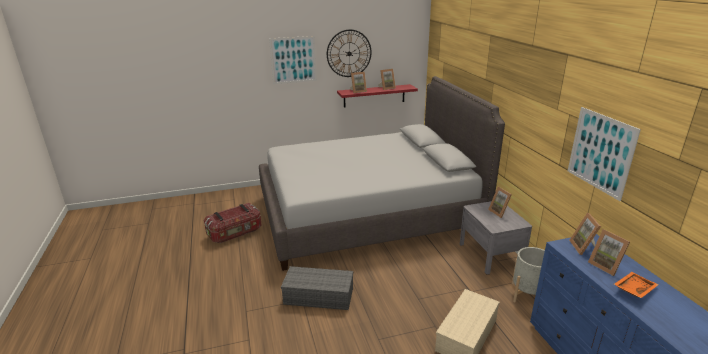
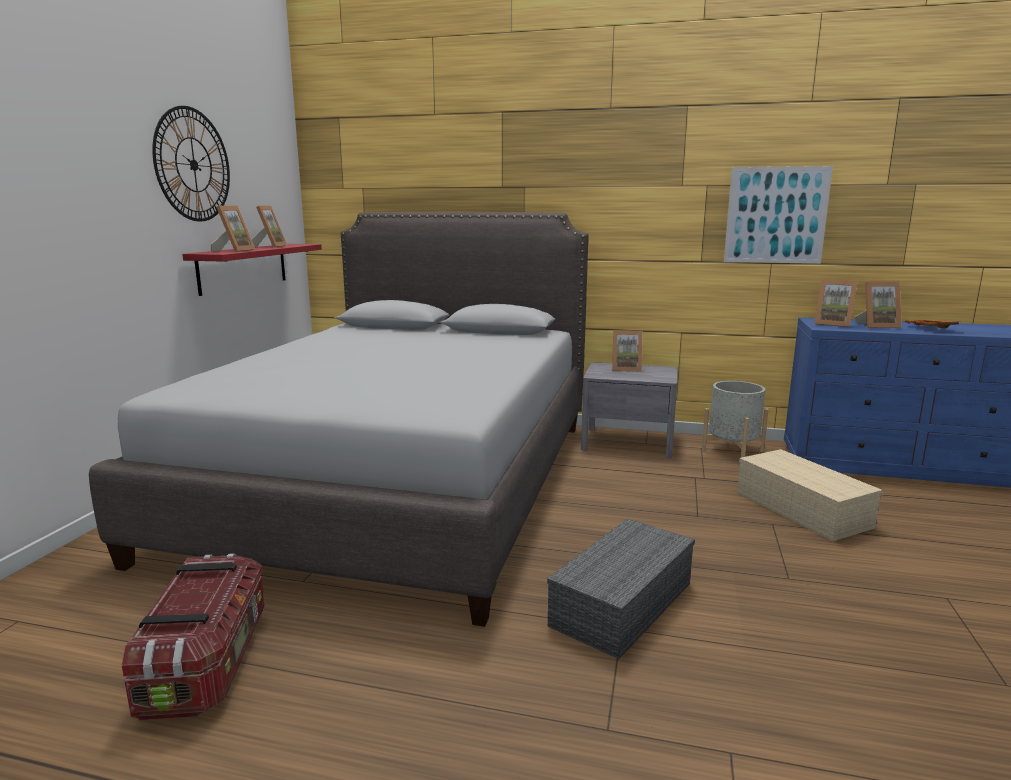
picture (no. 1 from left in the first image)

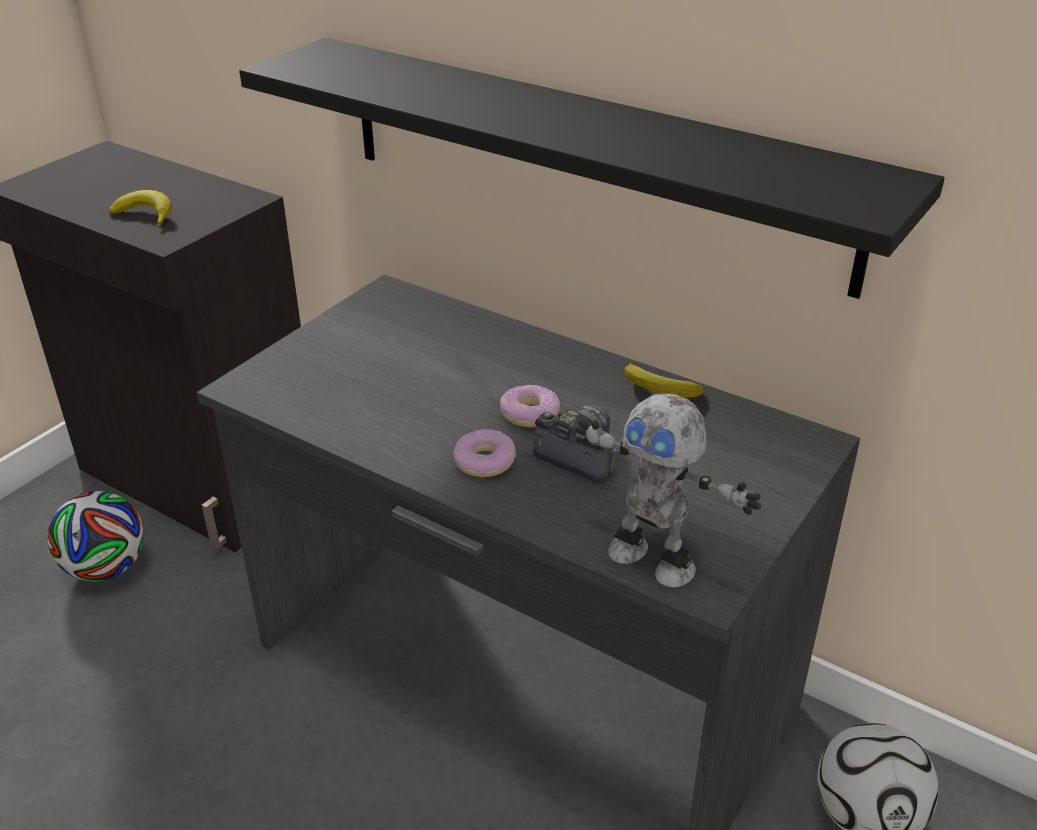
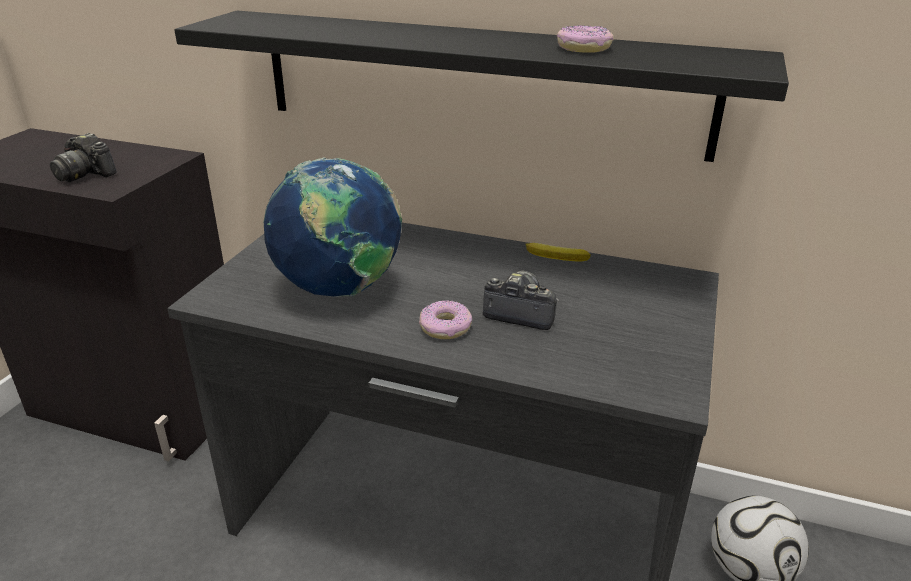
football (no. 1 from left in the first image); toy robot; globe; donut (no. 2 from left); photo camera (no. 1 from left)

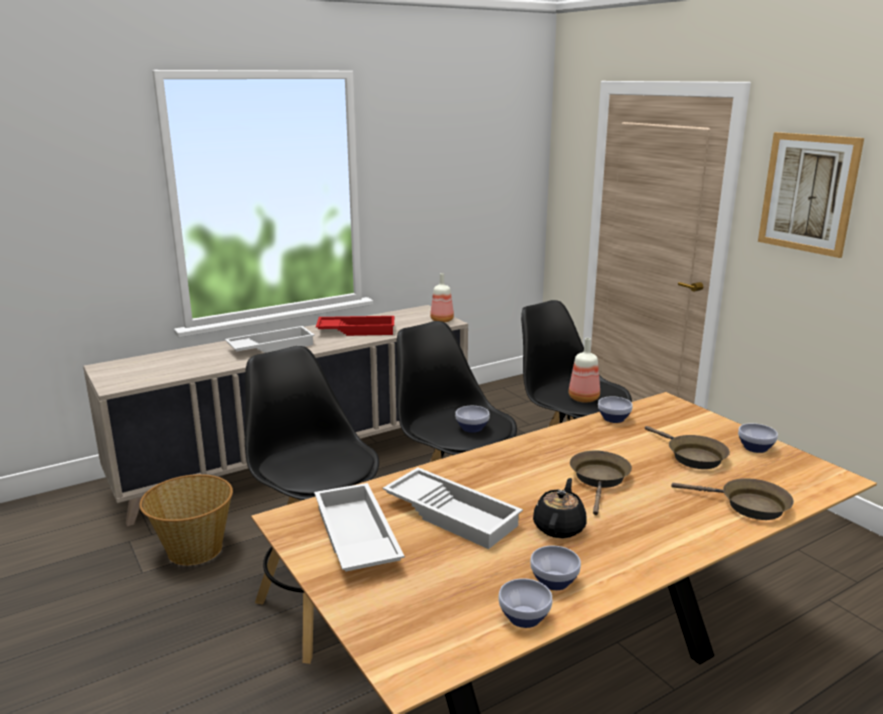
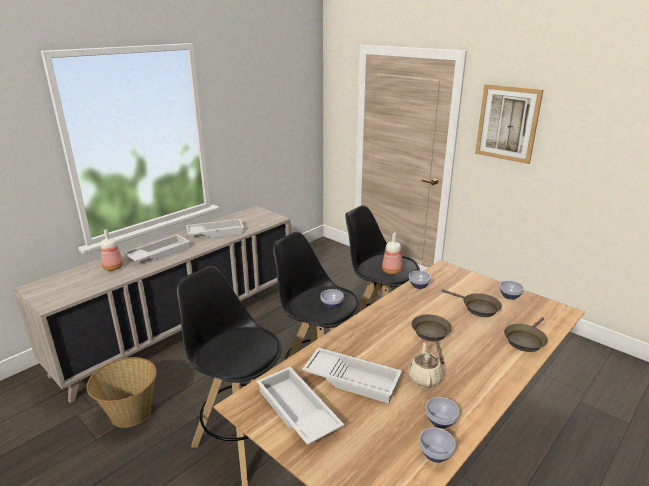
bottle (no. 1 from left); white tray (no. 2 from left); beige teapot; brown frying pan (no. 3 from left)

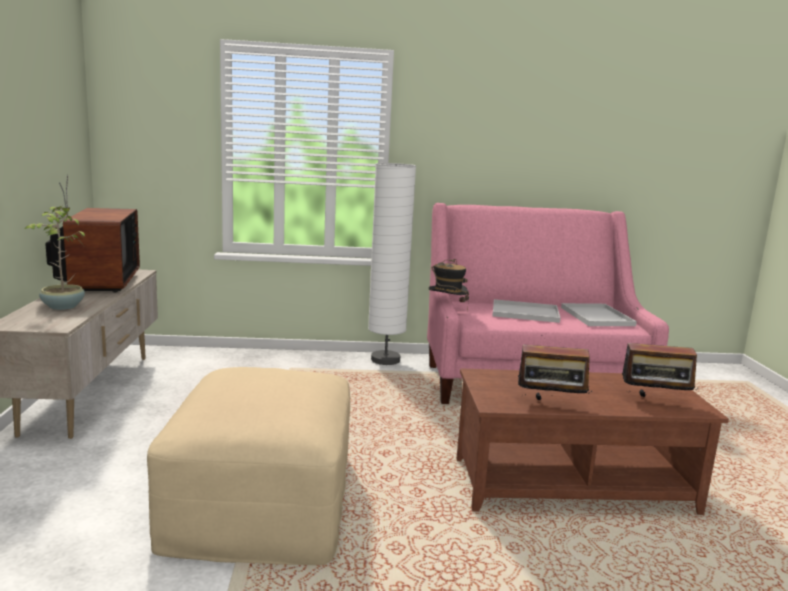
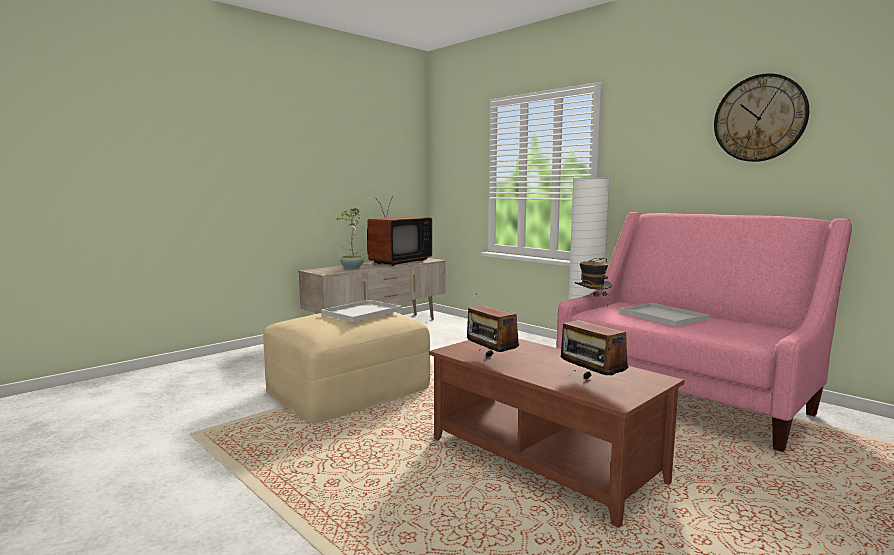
wall clock; white tray (no. 1 from left)

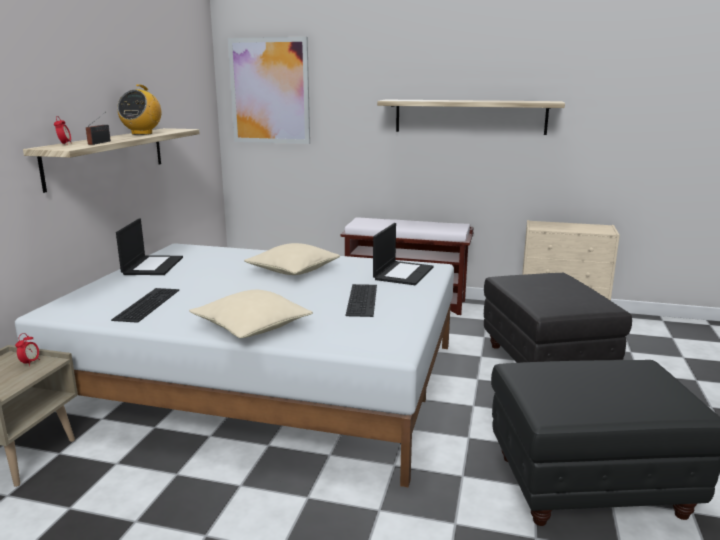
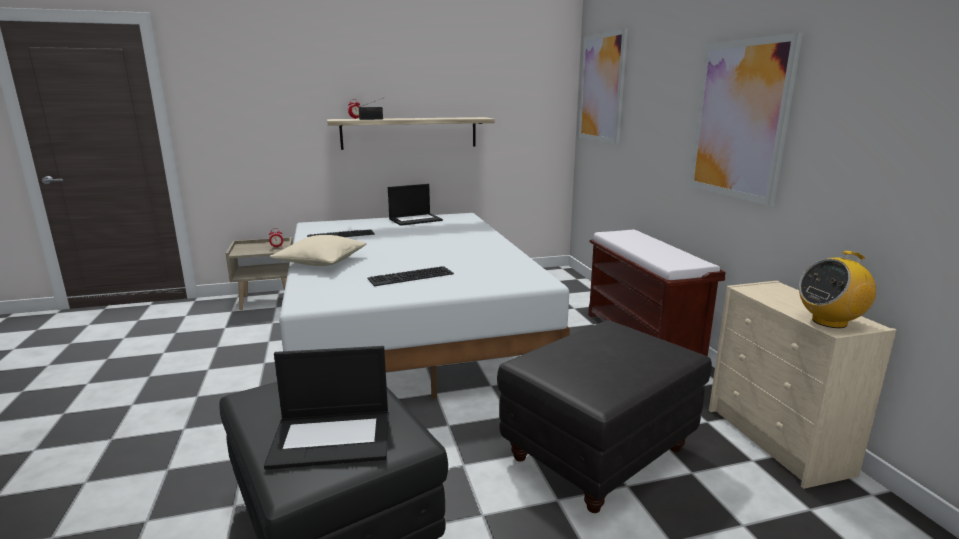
beige pillow (no. 2 from left in the first image); radio (no. 2 from left); laptop (no. 1 from left); picture (no. 2 from left)

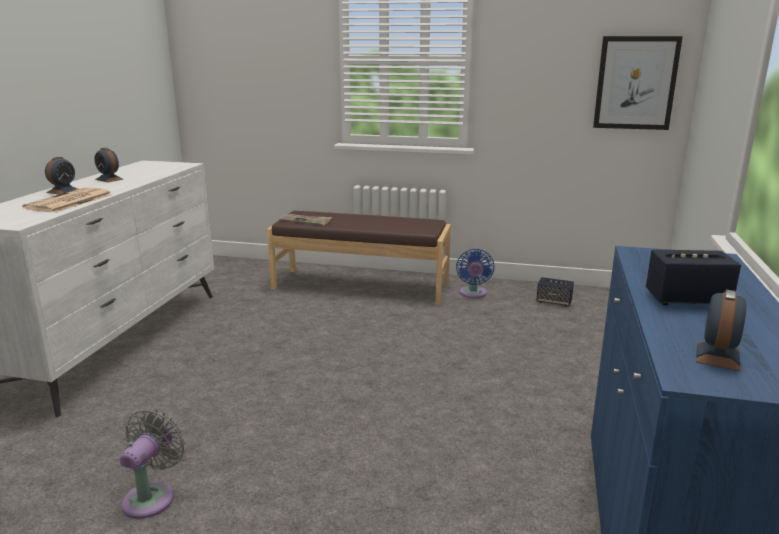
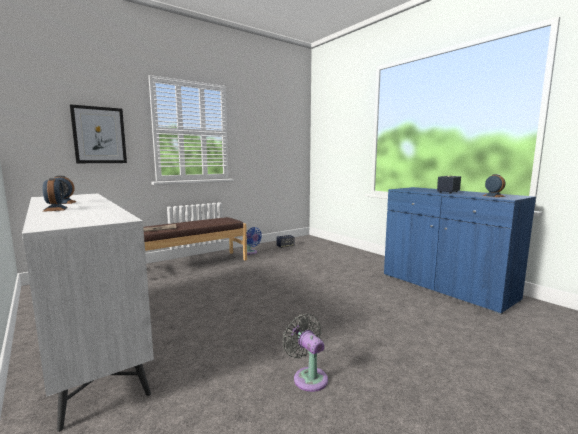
newspaper (no. 1 from left in the first image); picture

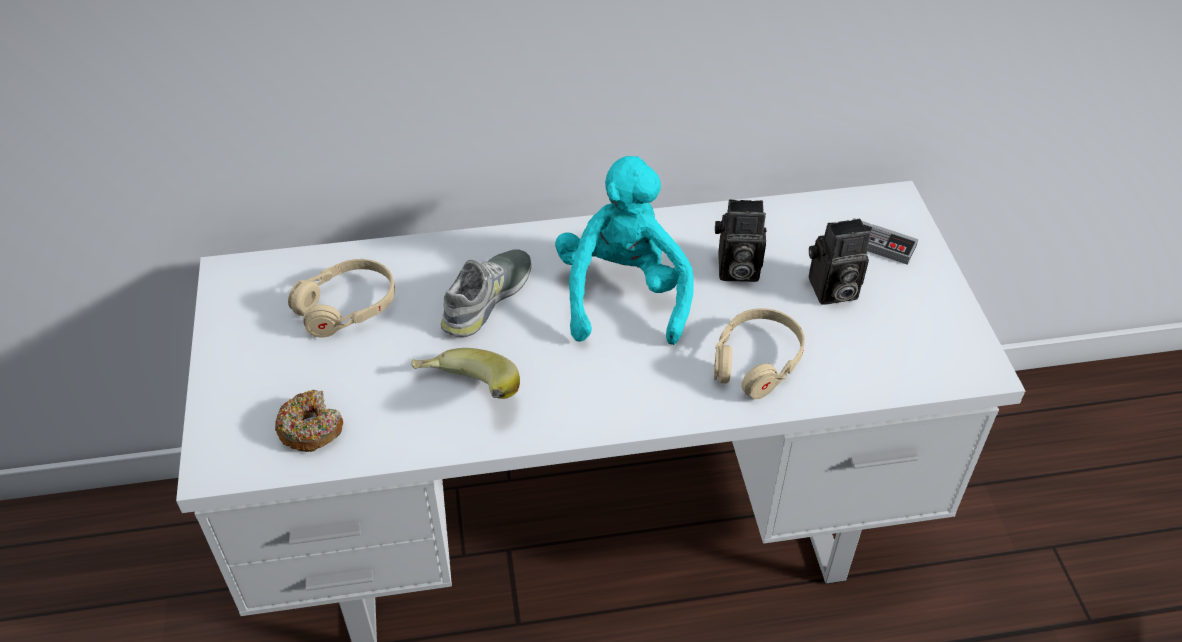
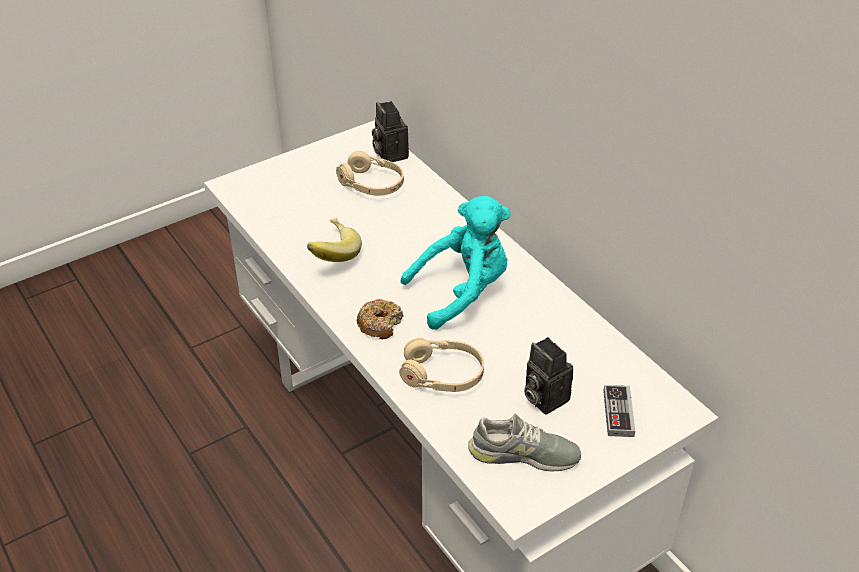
donut; grey shoe; photo camera (no. 1 from left)

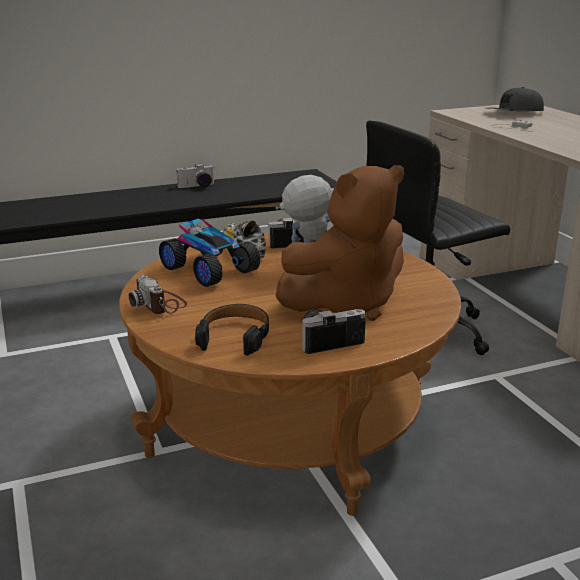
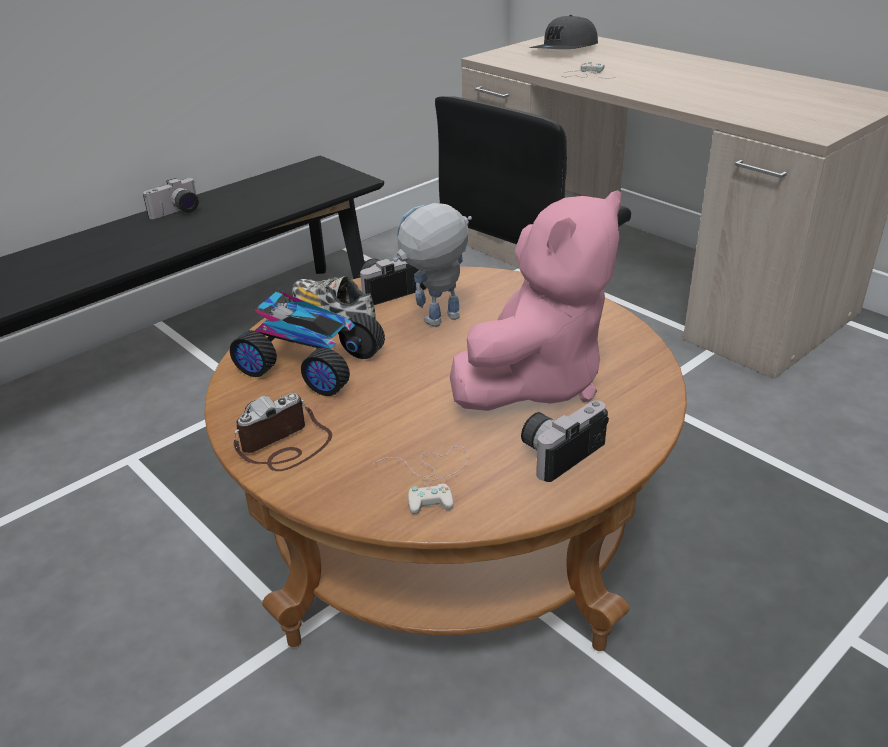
white game controller (no. 1 from left); pink plush toy; photo camera (no. 2 from left)

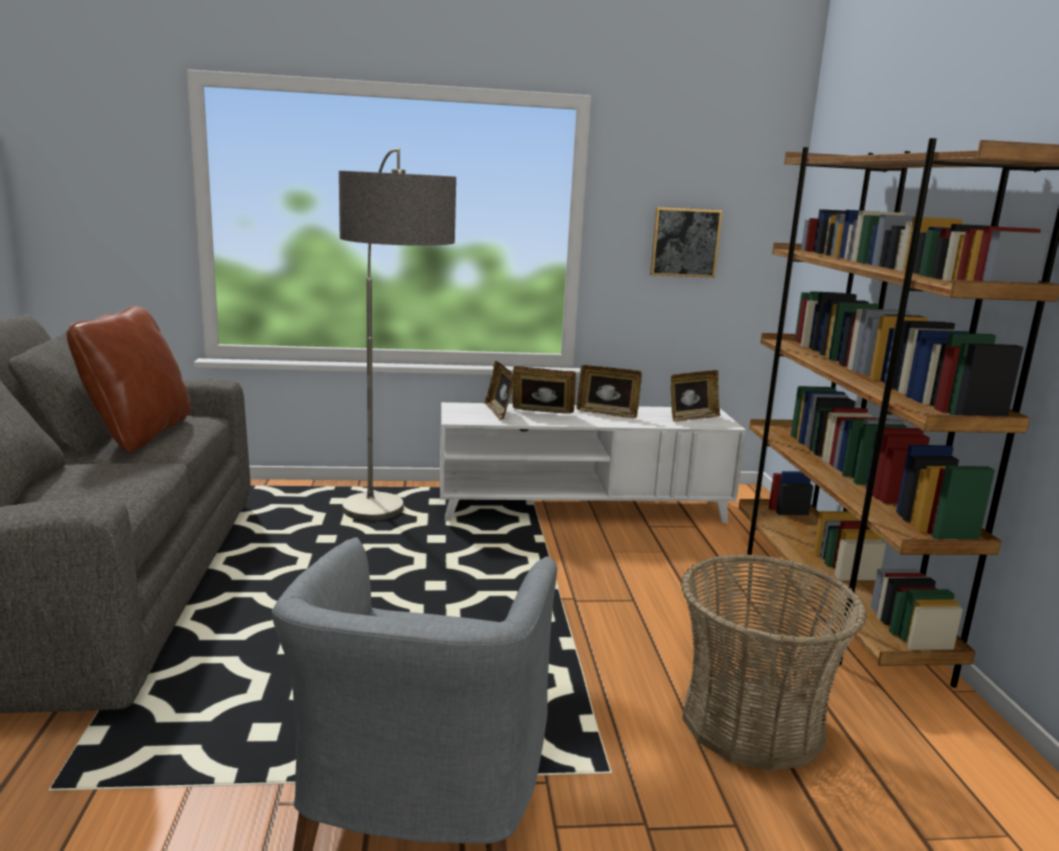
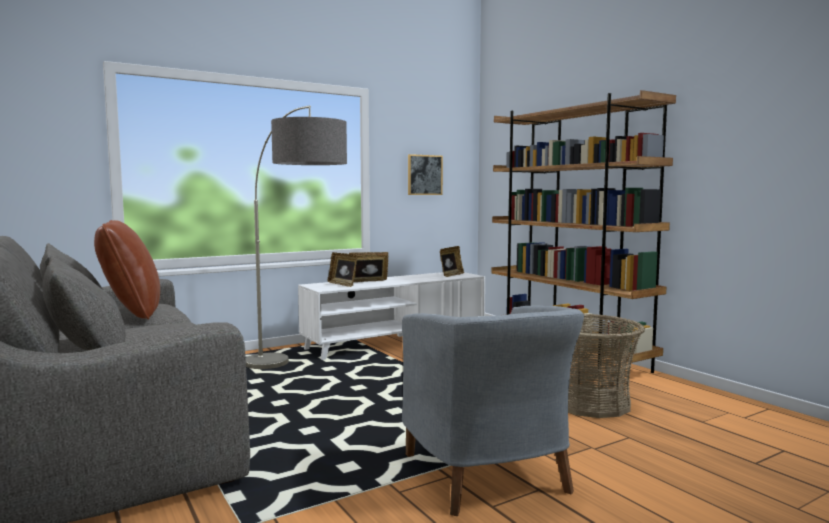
picture frame (no. 3 from left in the first image)

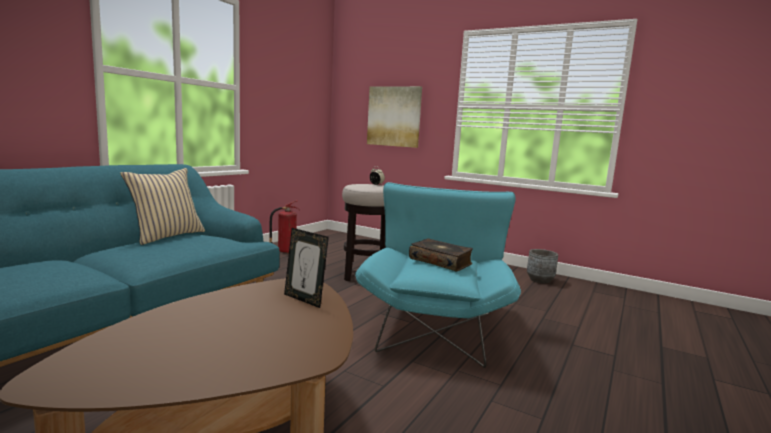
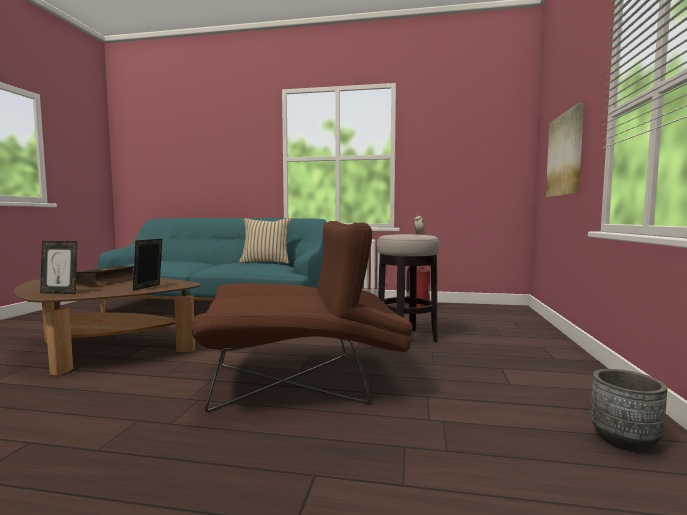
picture frame (no. 1 from left); book; brown armchair

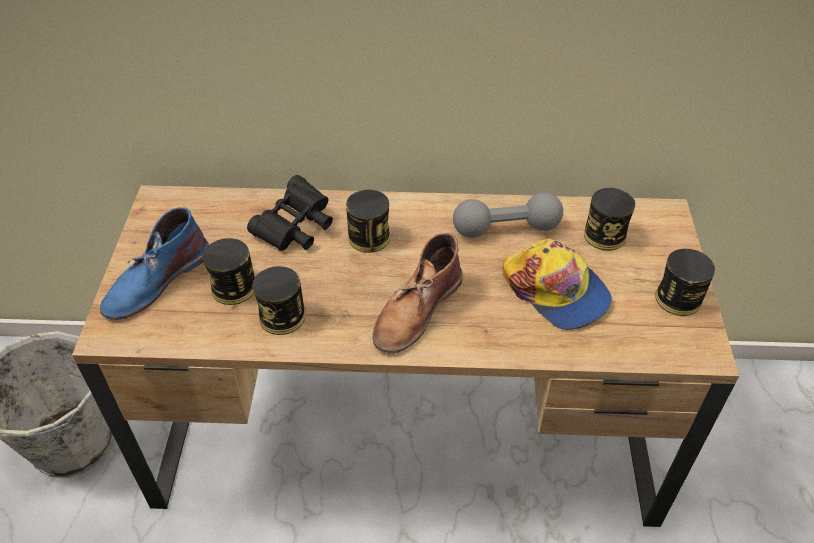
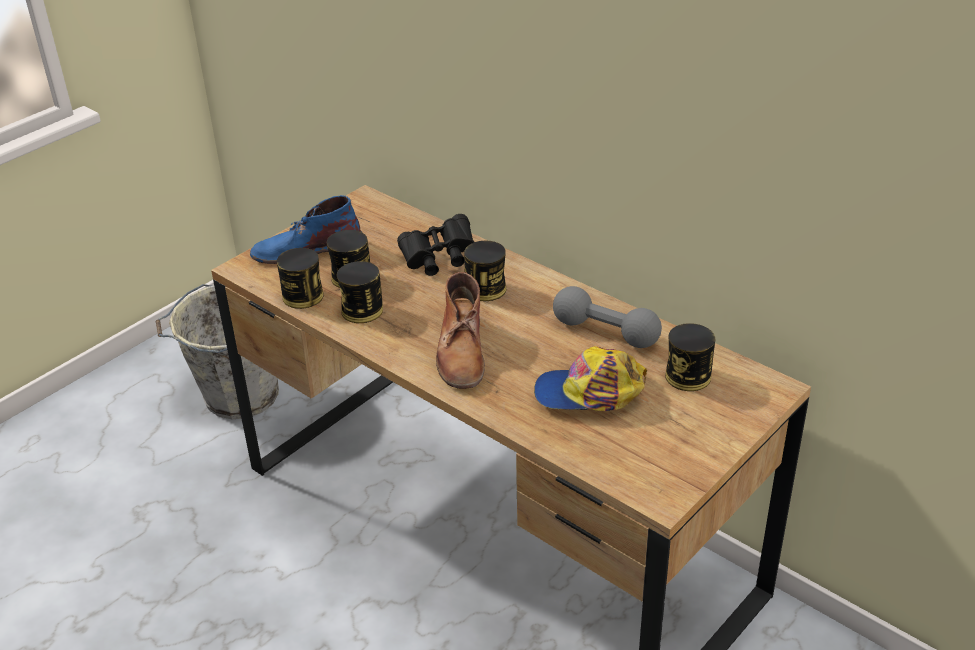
can (no. 1 from left); brown boot; cap

